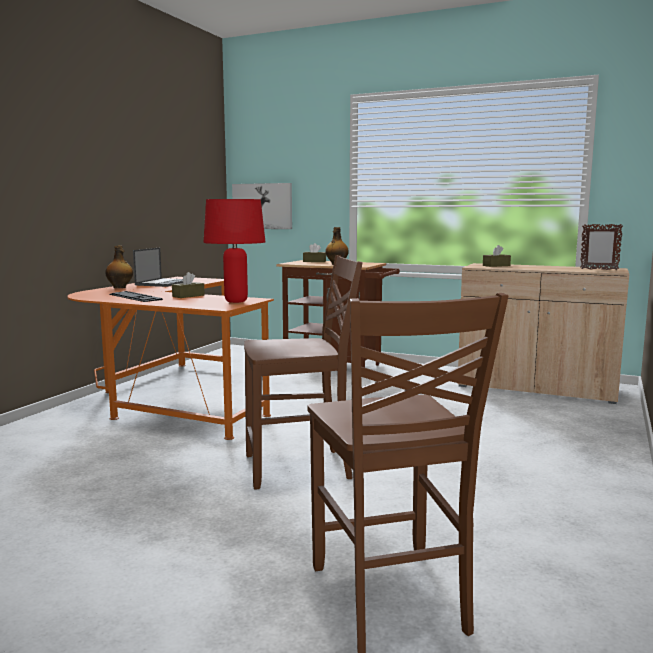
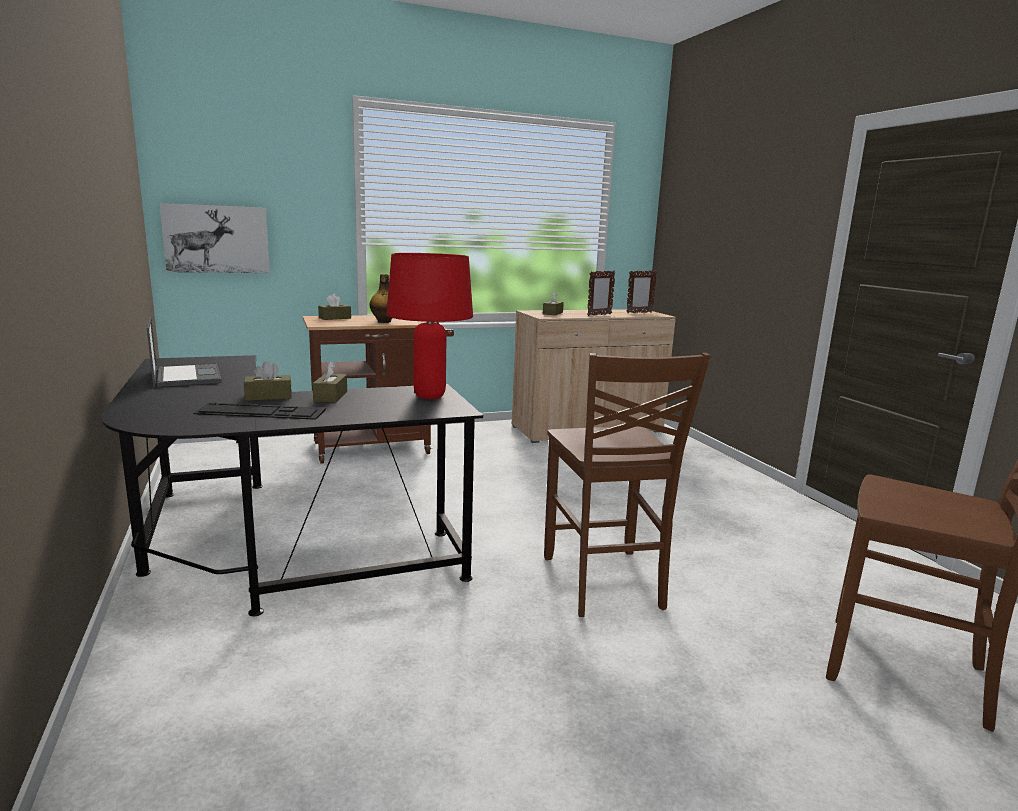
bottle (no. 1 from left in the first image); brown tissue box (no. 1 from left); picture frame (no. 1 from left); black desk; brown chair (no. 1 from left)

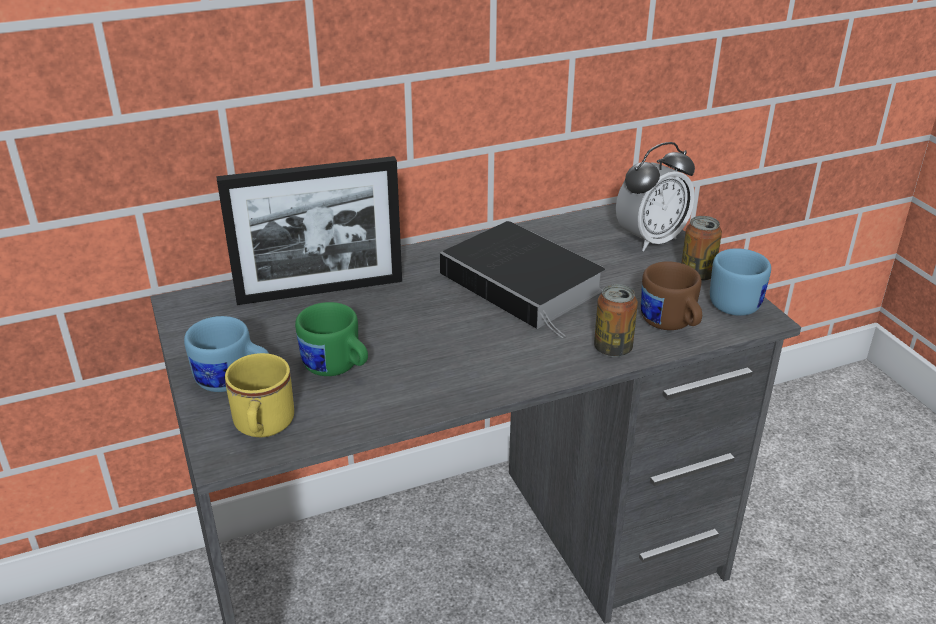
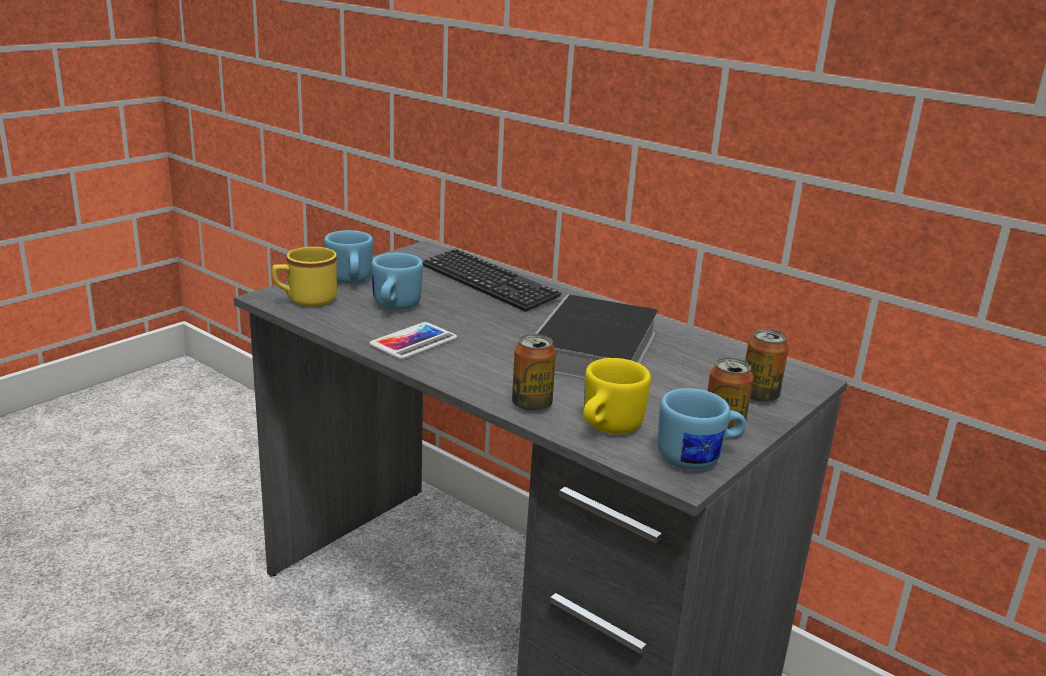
phone; keyboard; can (no. 3 from left); blue mug (no. 2 from left); yellow mug (no. 2 from left)

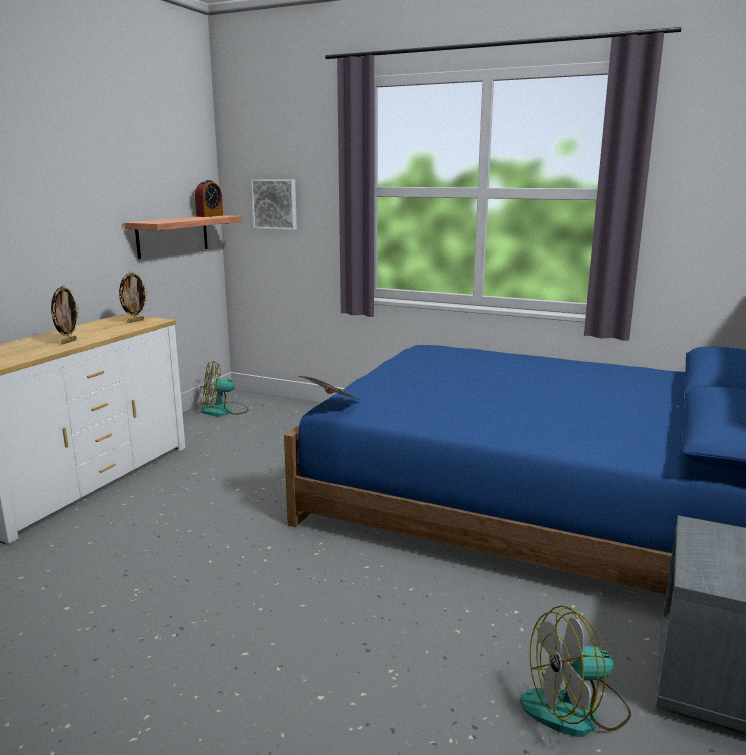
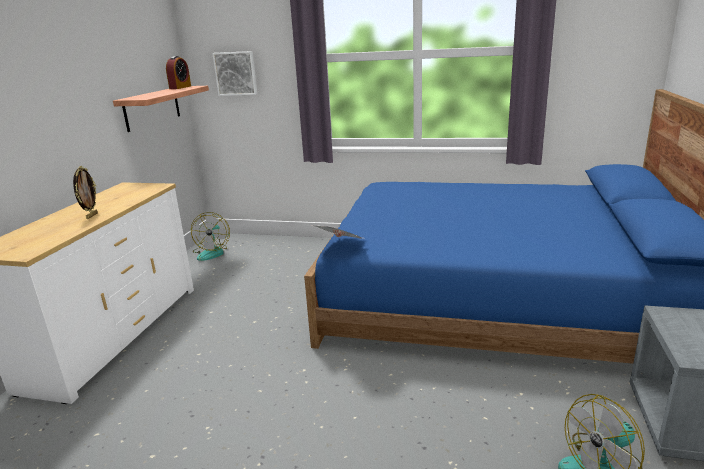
picture frame (no. 2 from left in the first image); fan (no. 1 from left)

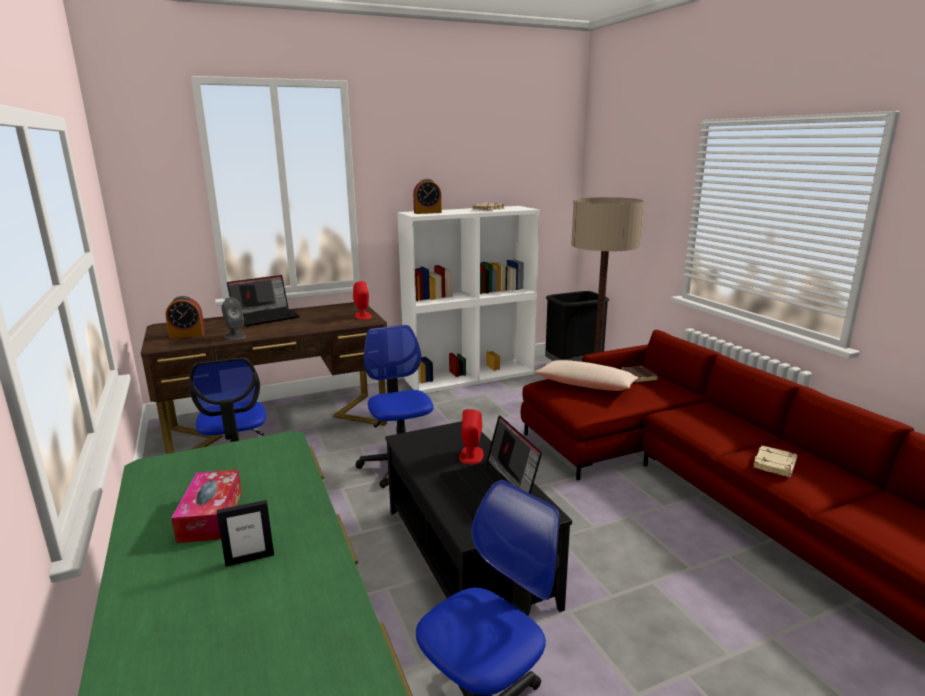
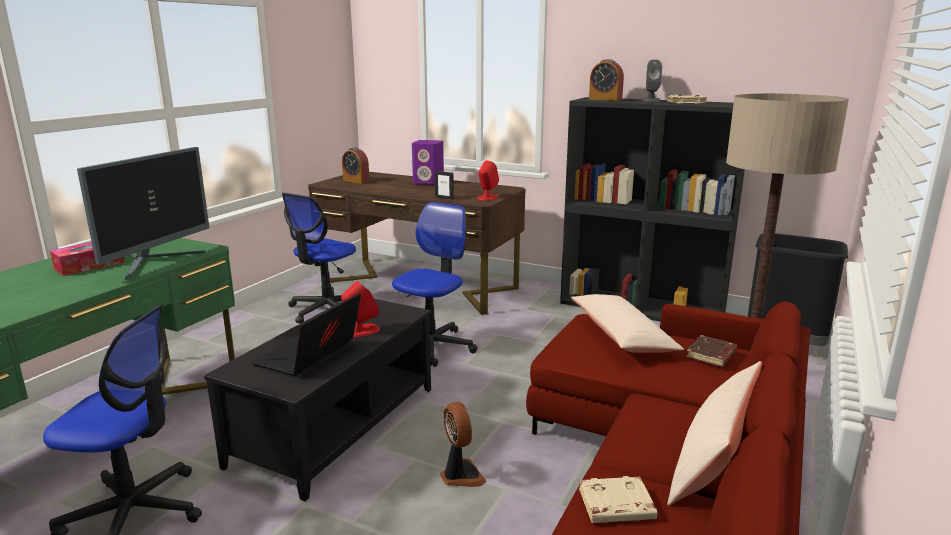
monitor; fan; beige pillow (no. 2 from left); picture frame; grey speaker; purple speaker; black bookcase

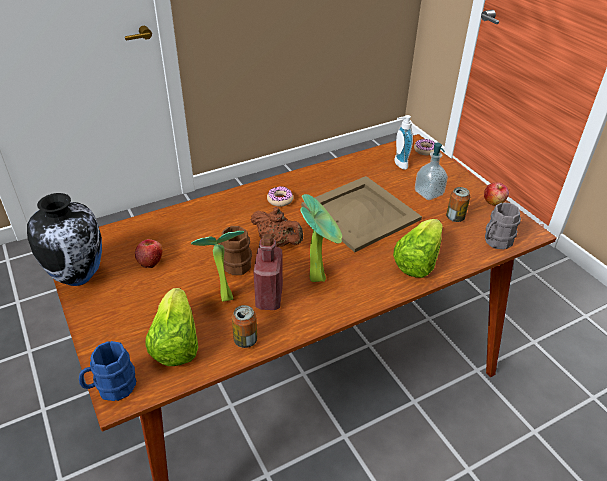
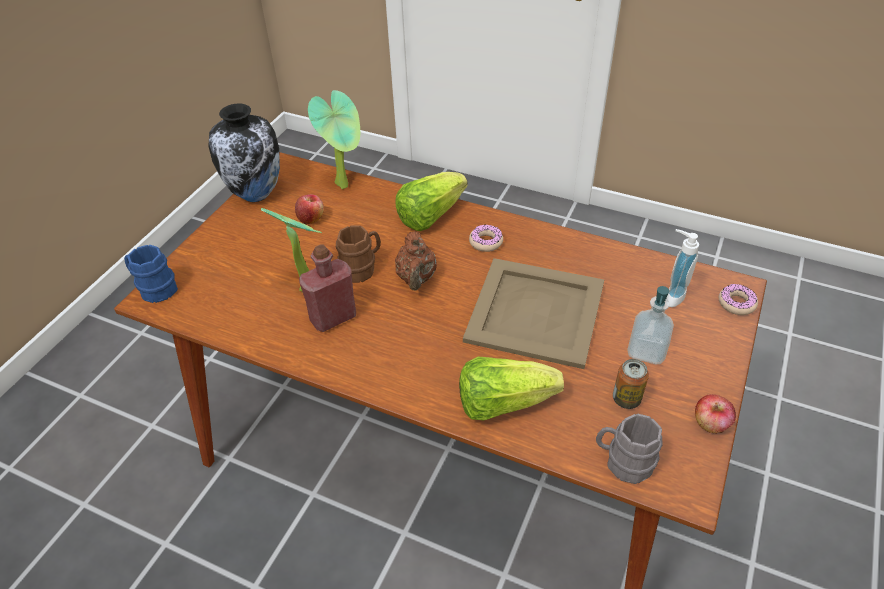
can (no. 1 from left in the first image); lettuce (no. 1 from left); potted plant (no. 2 from left)

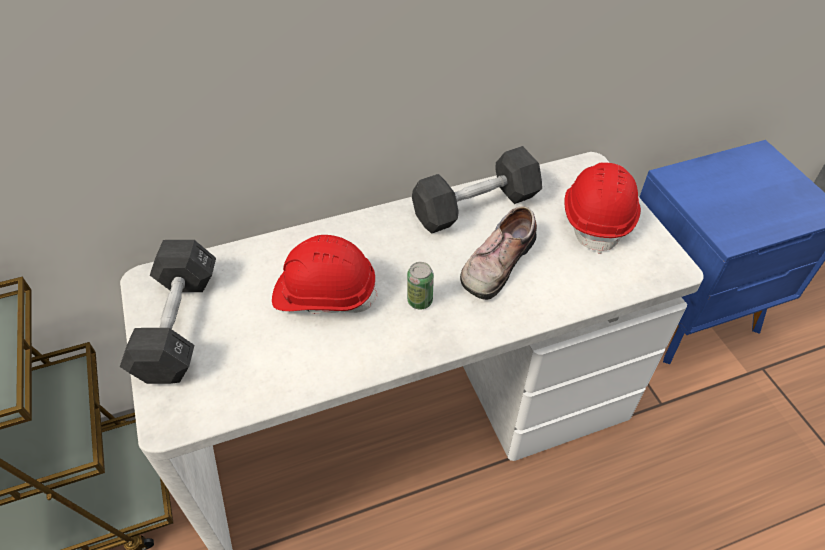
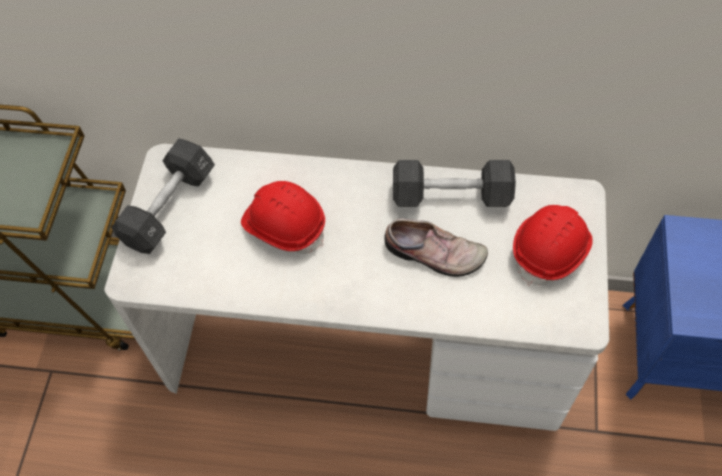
can; shoe

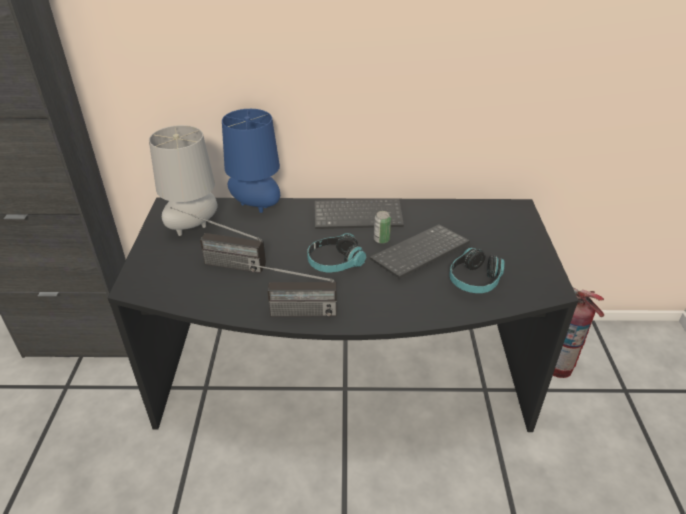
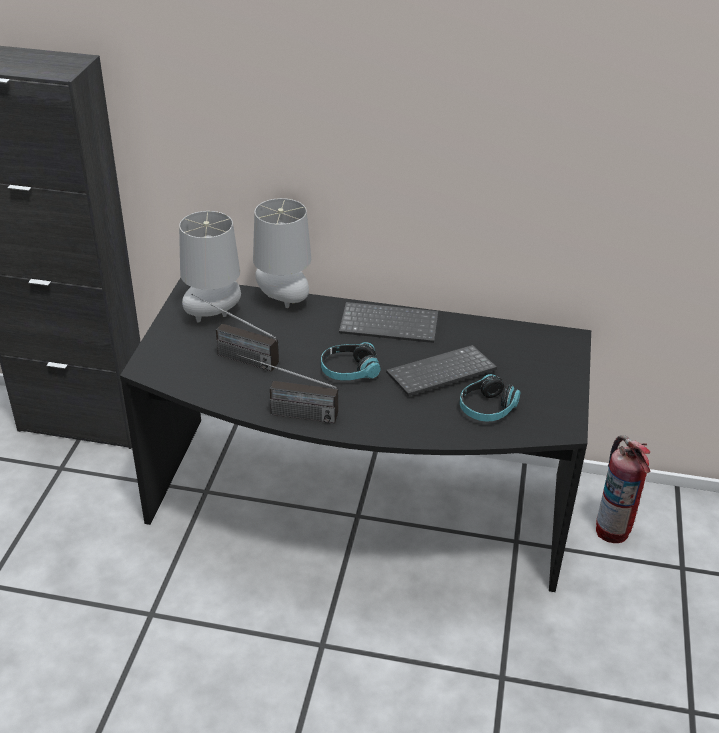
can; grey table lamp (no. 2 from left)

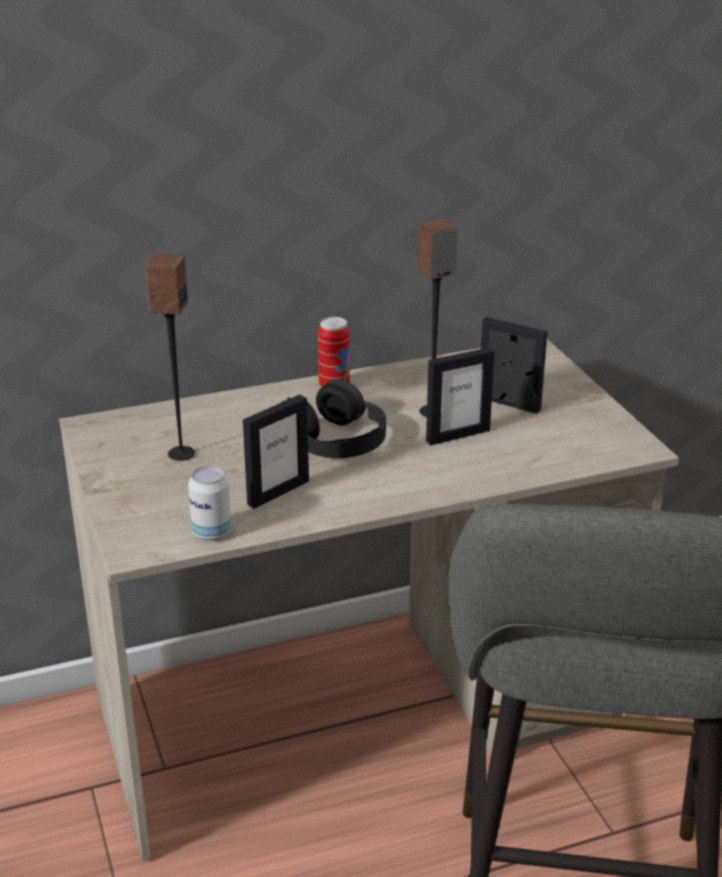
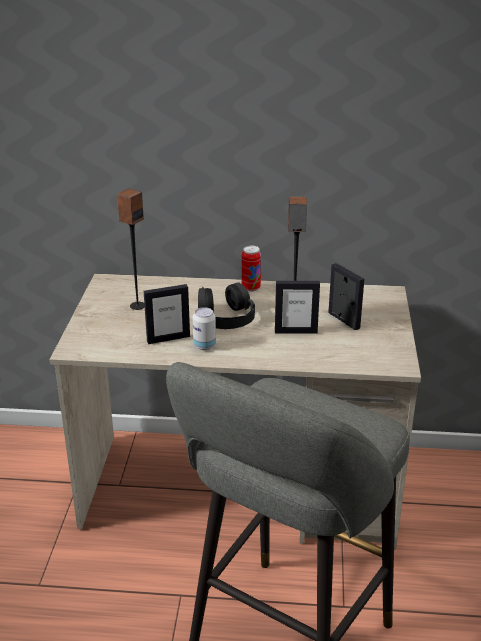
can (no. 1 from left)

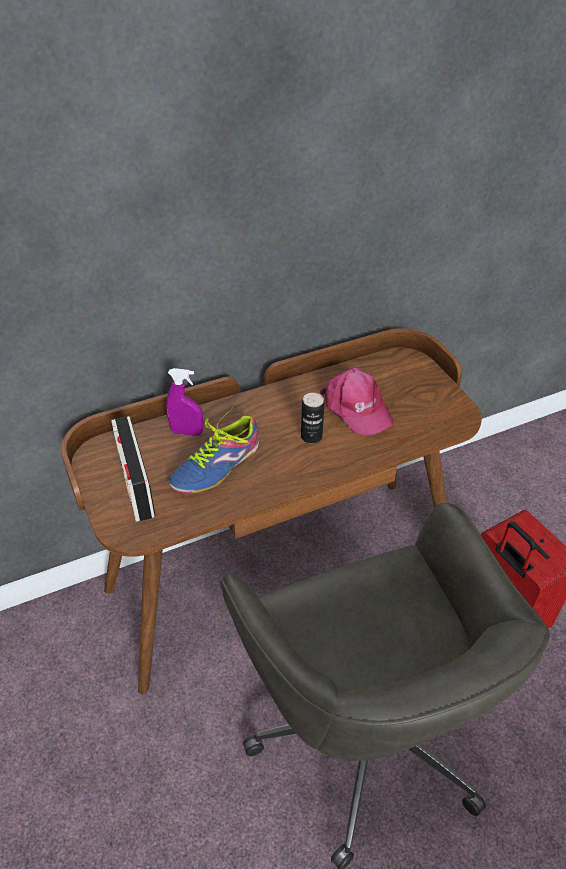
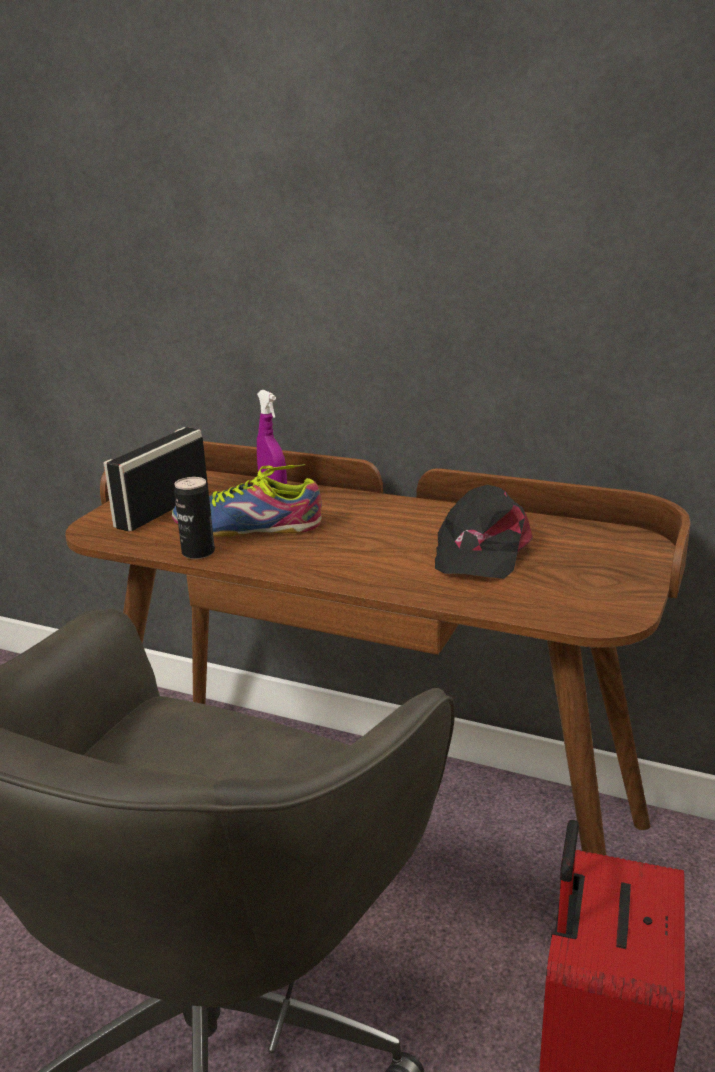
can; black cap

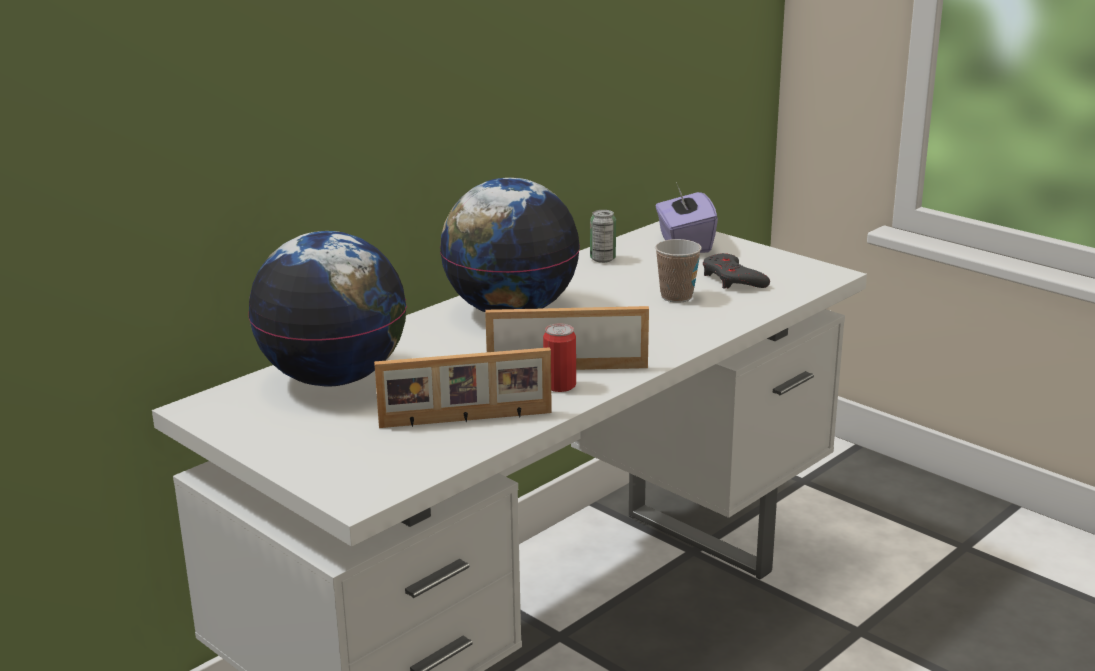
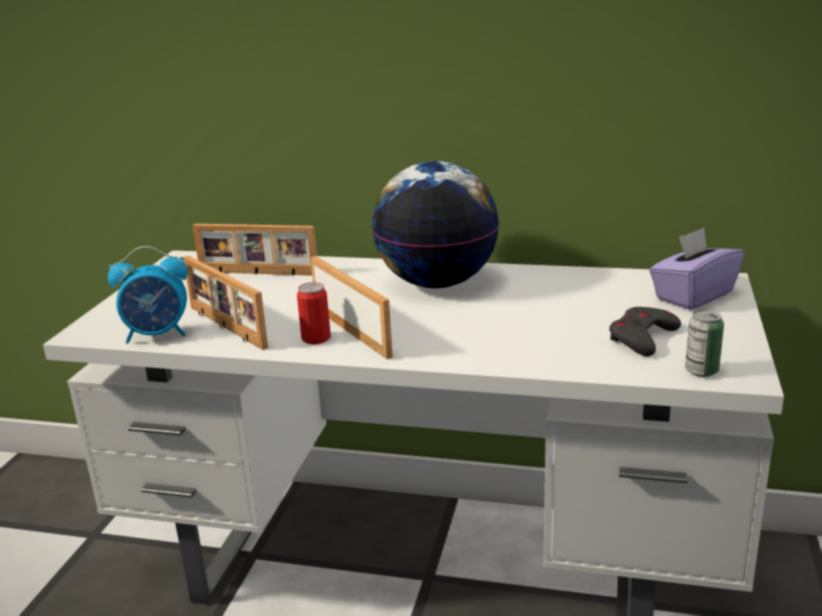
cup; alarm clock; can (no. 2 from left); picture frame (no. 2 from left)

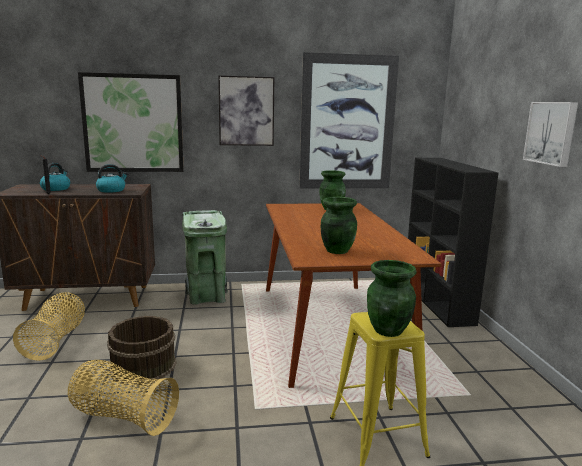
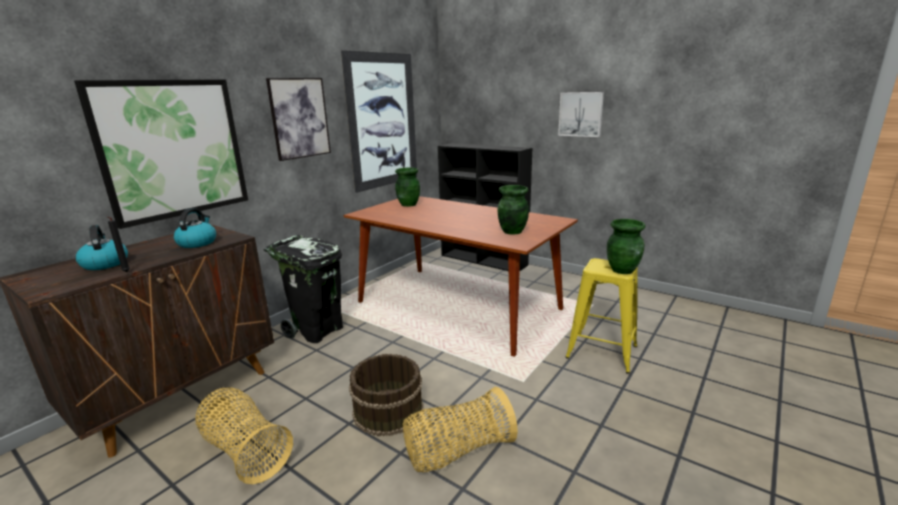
black trash can

